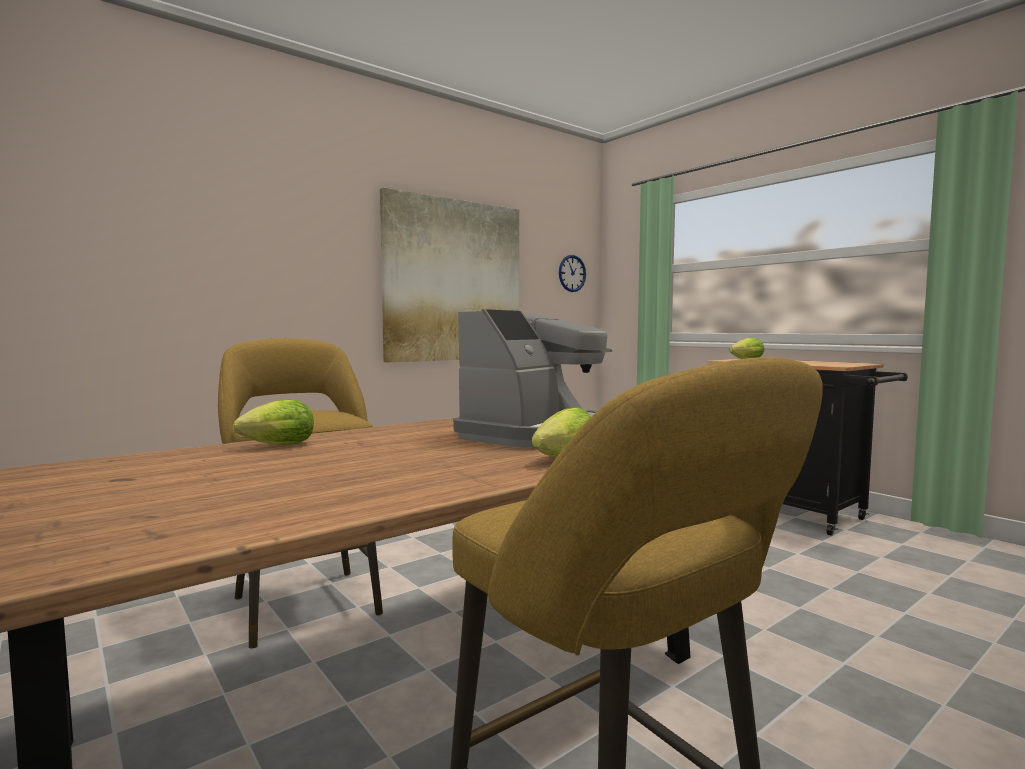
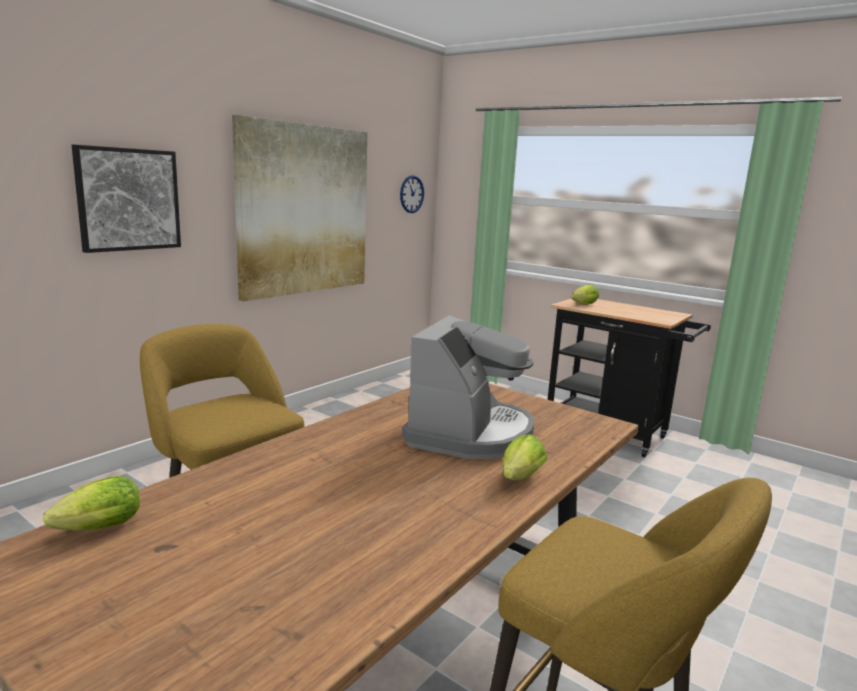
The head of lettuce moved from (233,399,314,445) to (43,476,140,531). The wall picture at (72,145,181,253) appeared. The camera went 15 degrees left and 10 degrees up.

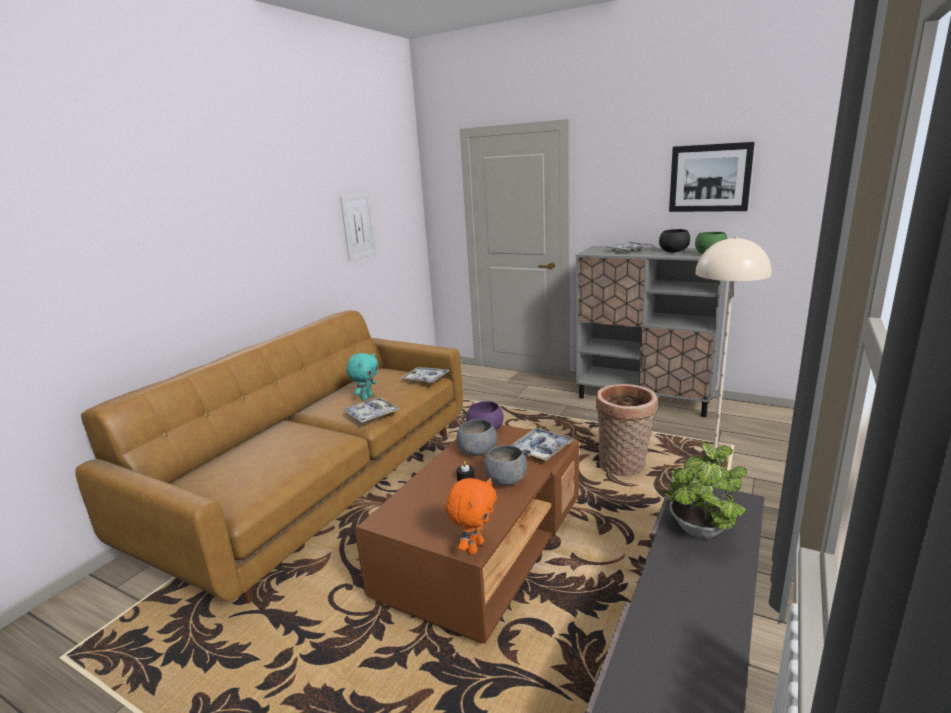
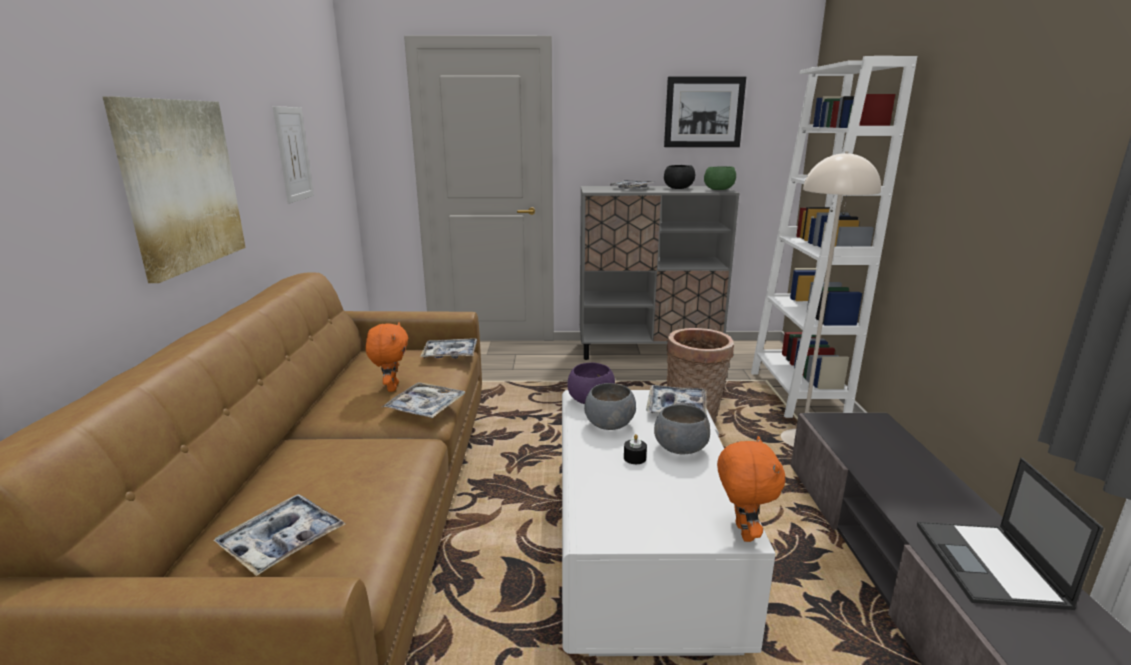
The cuddly toy in blue-green at (346,353,379,401) became the cuddly toy in orangey at (366,322,408,392). The lounge table in brown-coloured at (355,425,579,644) became the lounge table in white-coloured at (562,390,776,656). The potted plant at (660,442,747,539) disappeared. The shelving unit in white-coloured at (751,56,917,418) appeared. The wall picture at (103,97,246,283) appeared. The laptop at (917,458,1104,610) appeared. The serving tray at (213,494,345,576) appeared. The camera went 30 degrees left and 0 degrees up.

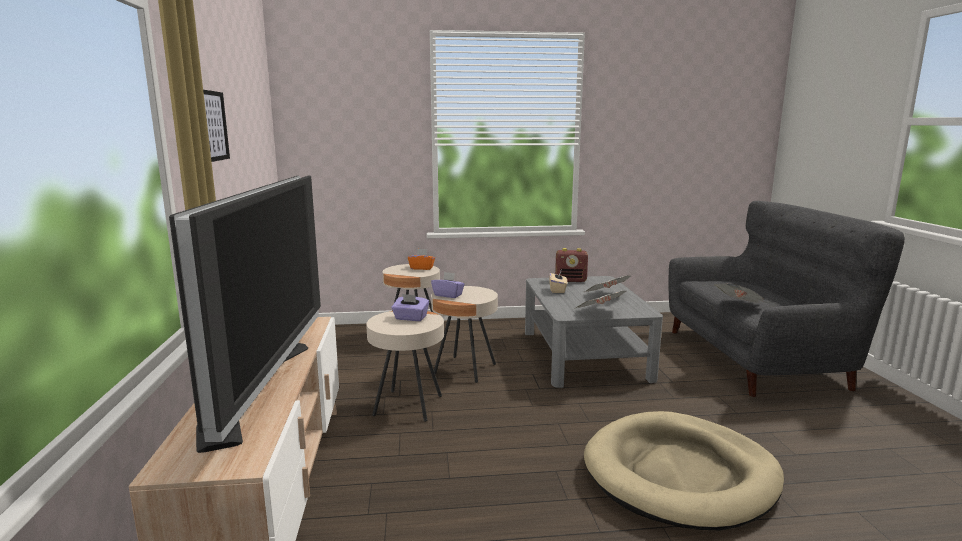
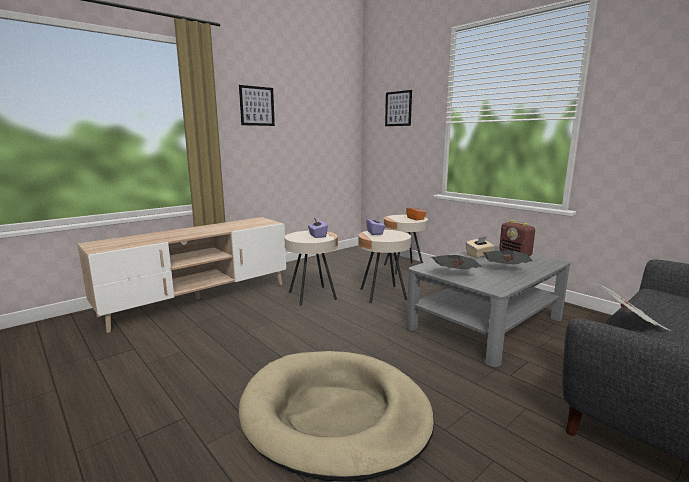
The TV set at (169,176,321,453) disappeared. The wall picture at (385,90,412,126) appeared. The camera went 55 degrees right and 0 degrees up.

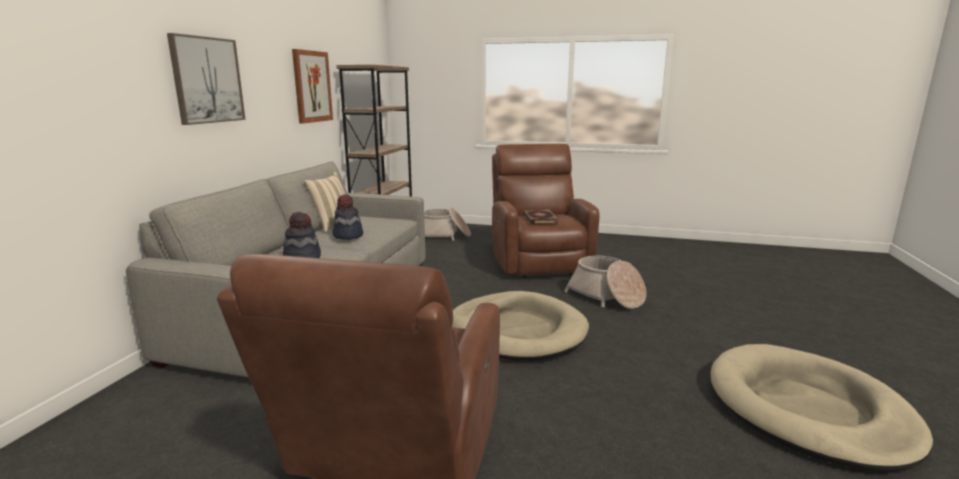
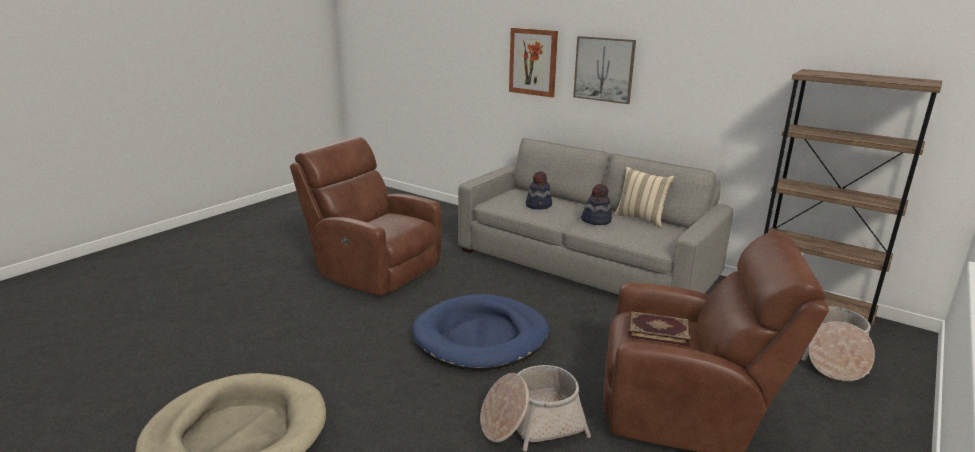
The wall picture moved from (292,49,333,124) to (509,28,558,98). The dog bed in beige-coloured at (452,291,589,360) became the dog bed in blue at (412,294,549,370). The camera went 110 degrees right and 5 degrees up.

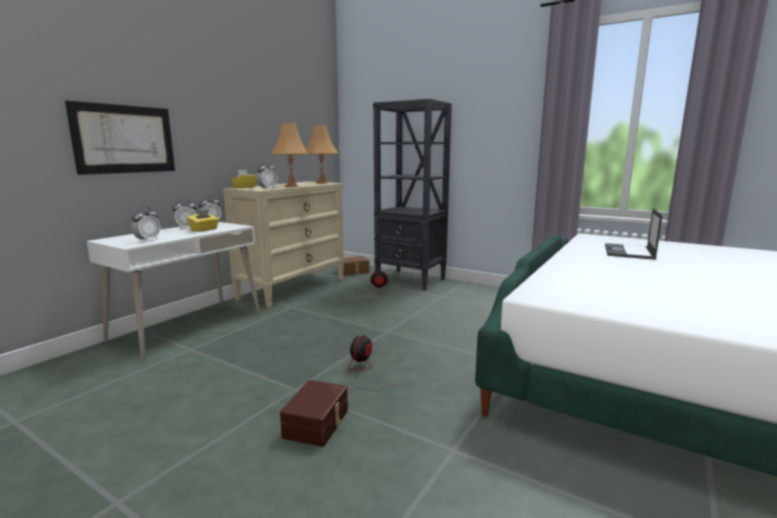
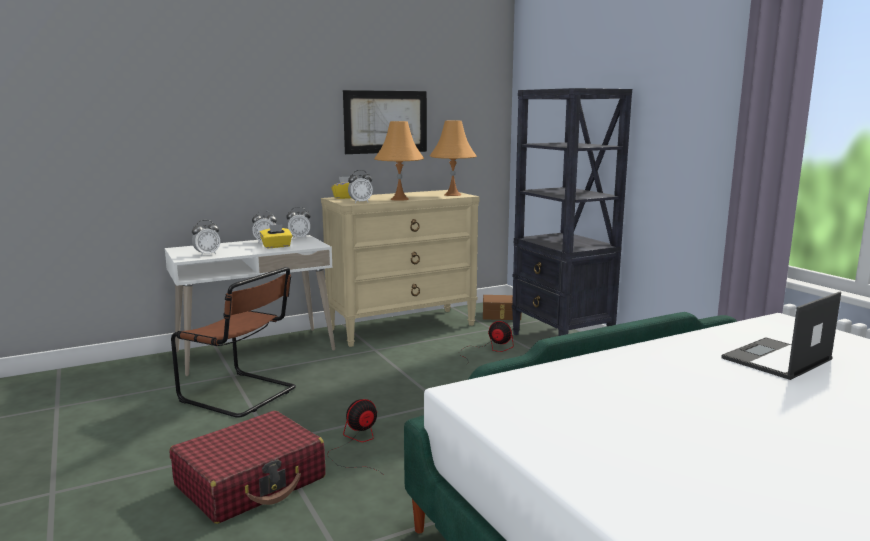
The wall picture moved from (65,100,175,175) to (343,90,427,154). The storage box in brown-coloured at (280,380,348,447) was replaced by the travel case in red-coloured at (170,411,326,524). The chair in brown-coloured at (171,267,296,418) appeared. The camera went 30 degrees right and 0 degrees up.

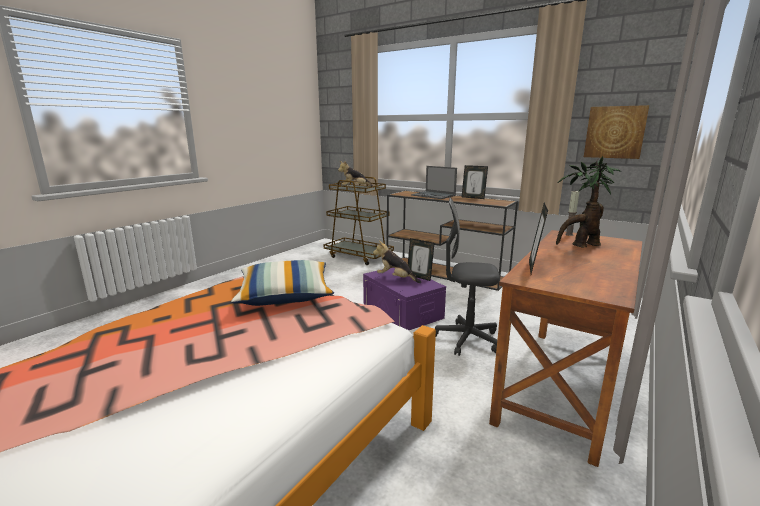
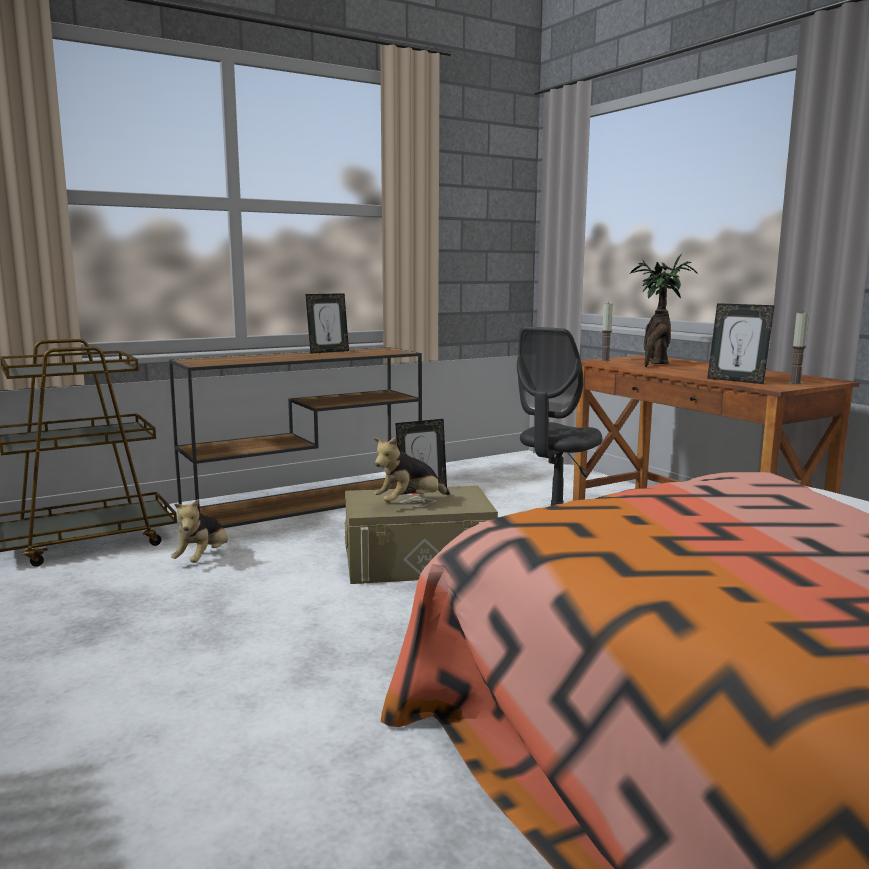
The wall picture at (584,105,649,159) disappeared. The cuddly toy moved from (338,161,374,188) to (171,499,227,563). The laptop at (411,166,457,199) disappeared. The pillow at (231,260,334,306) disappeared. The storage box in purple-coloured at (363,268,446,330) became the storage box in beige-coloured at (344,486,498,584). The candle at (789,312,809,384) appeared. The camera went 65 degrees left and 5 degrees down.

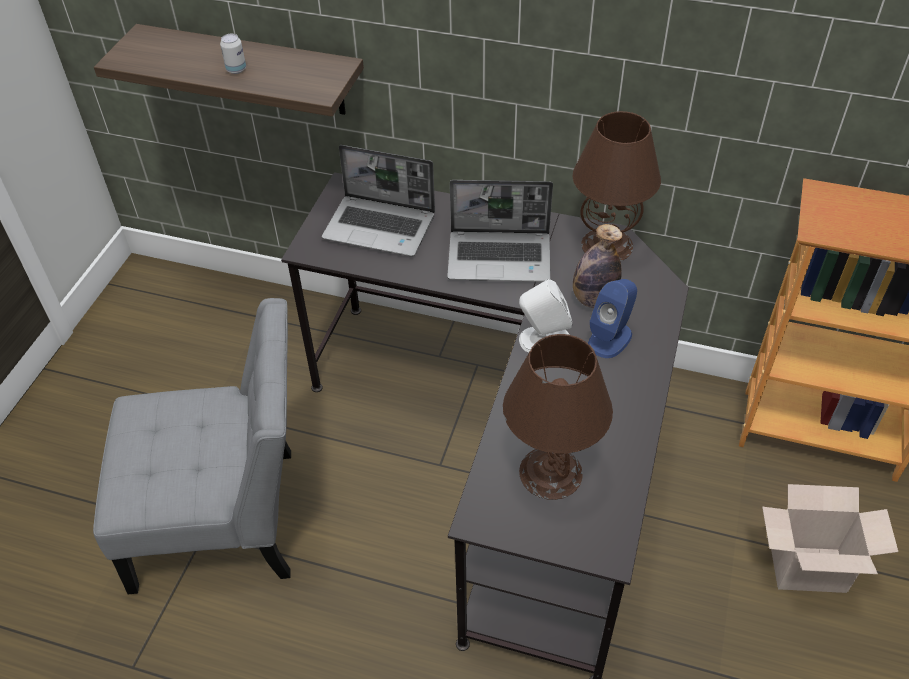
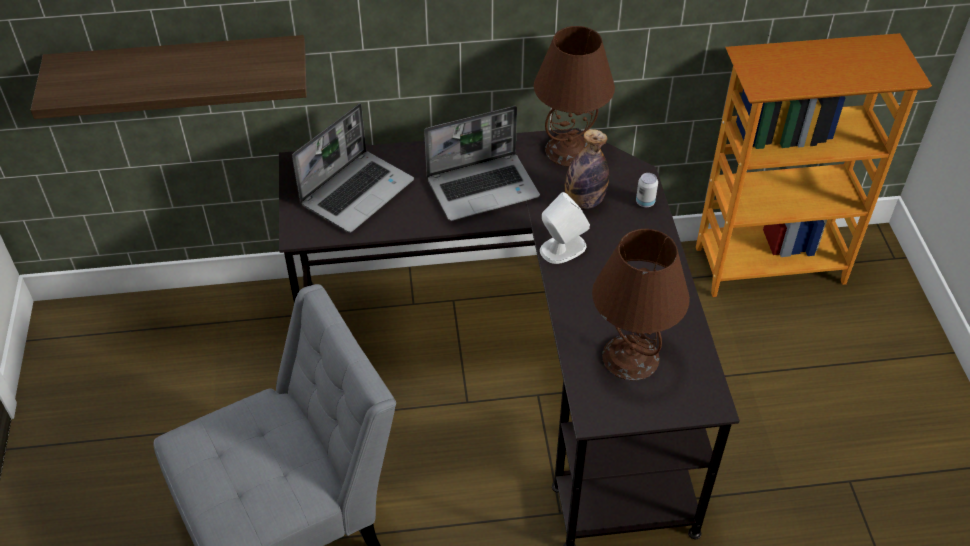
The metal can moved from (220,34,246,74) to (636,173,658,207). The laptop at (322,145,435,257) turned 45 degrees counterclockwise. The audio speaker in blue at (588,279,637,358) disappeared. The carton at (762,484,898,593) disappeared. The camera went 25 degrees left and 0 degrees up.

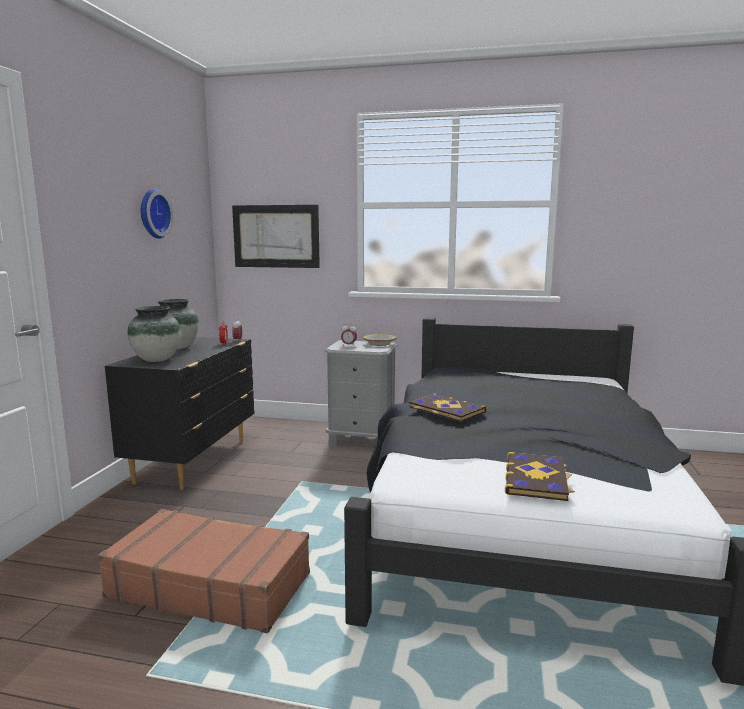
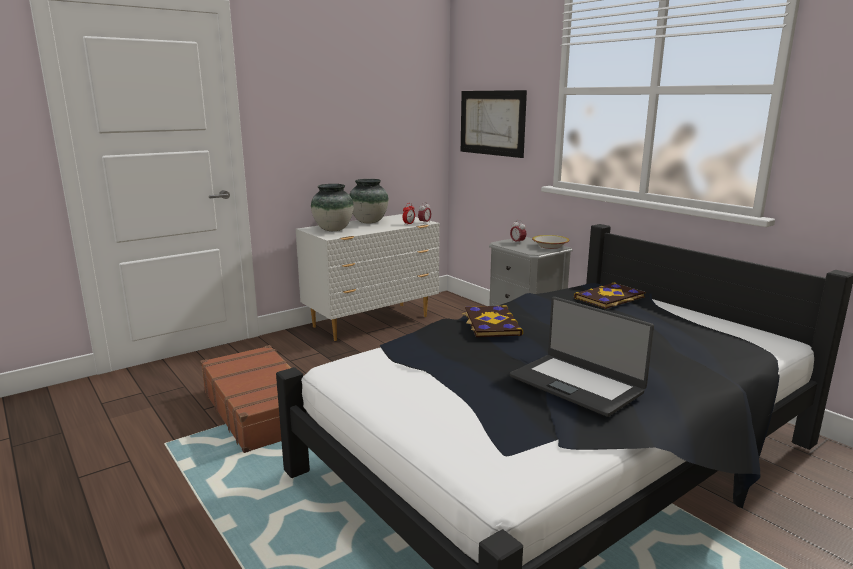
The hanging clock at (141,189,174,239) disappeared. The dresser in black at (105,337,255,490) became the dresser in white-coloured at (296,214,440,341). The book moved from (505,452,575,501) to (574,283,645,309). The laptop at (510,297,654,417) appeared. The camera went 40 degrees right and 5 degrees up.

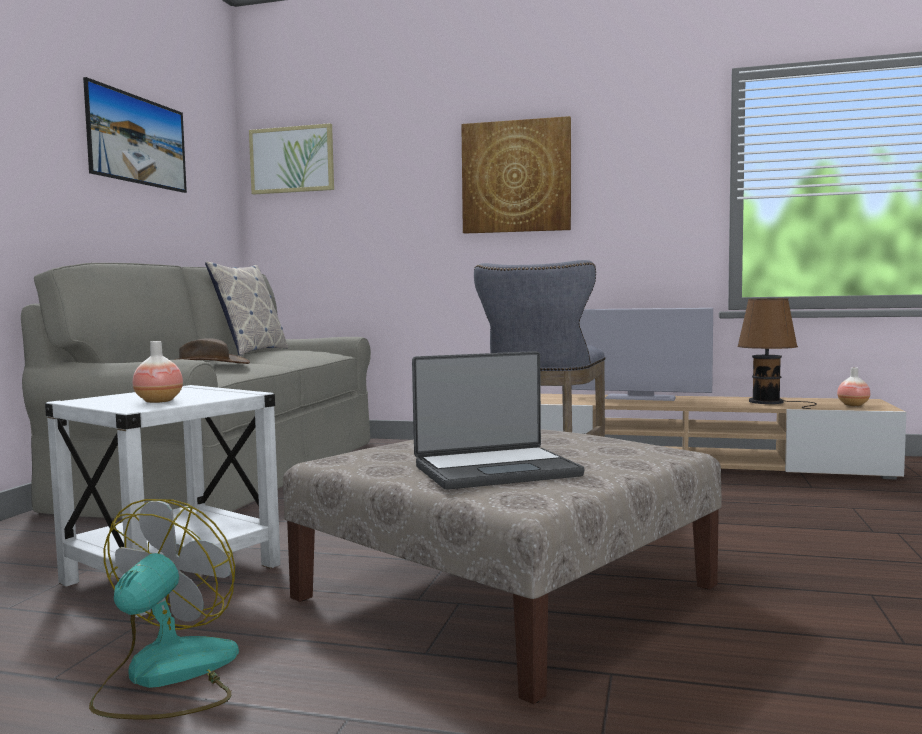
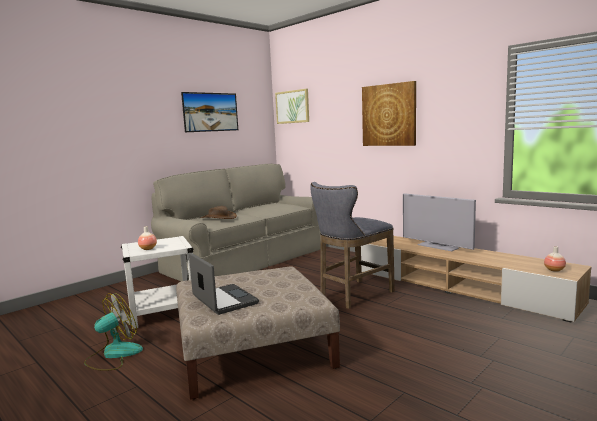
The pillow at (205,262,288,356) disappeared. The table lamp in brown-coloured at (737,298,817,409) disappeared. The laptop at (412,351,584,490) turned 135 degrees counterclockwise. The camera went 30 degrees right and 5 degrees up.

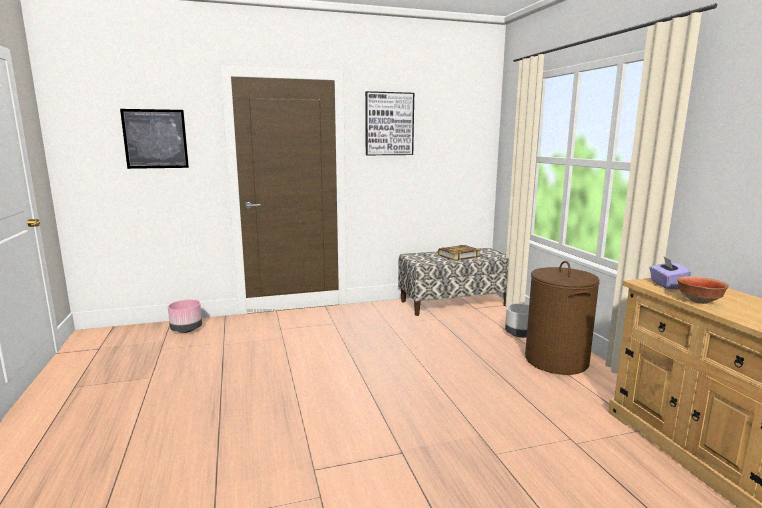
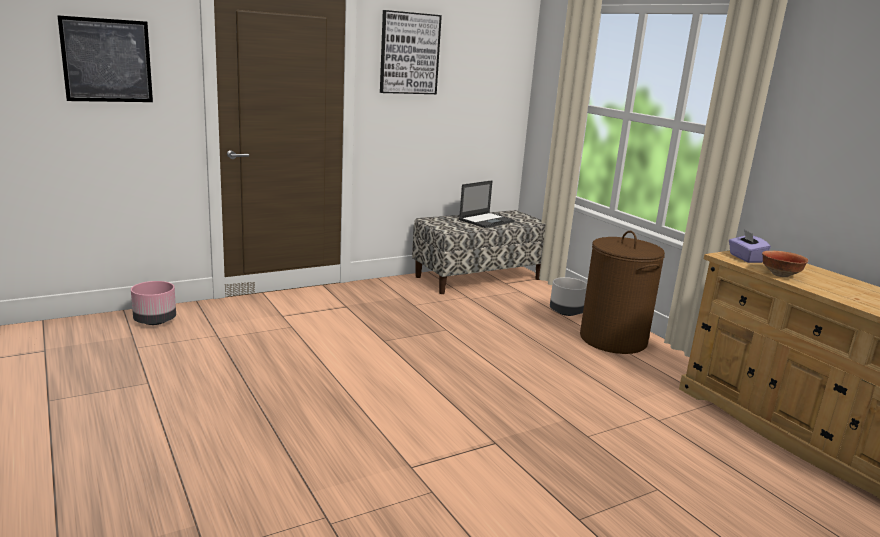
The book at (438,245,481,261) was replaced by the laptop at (459,180,514,228). The camera went 15 degrees left and 5 degrees up.

